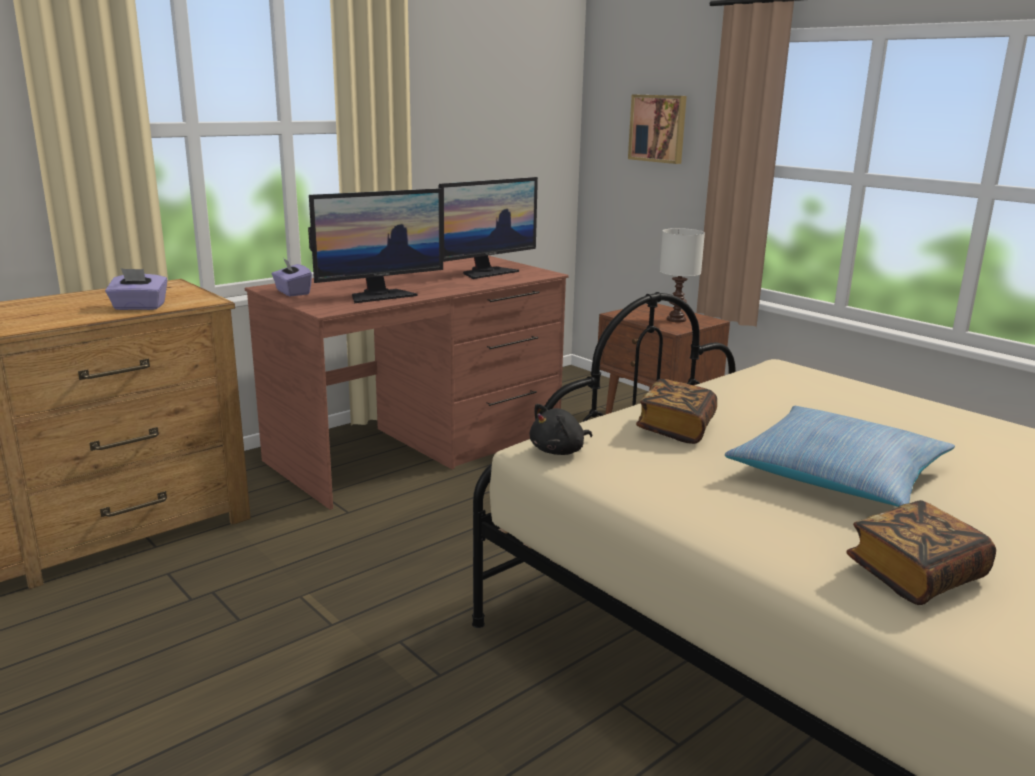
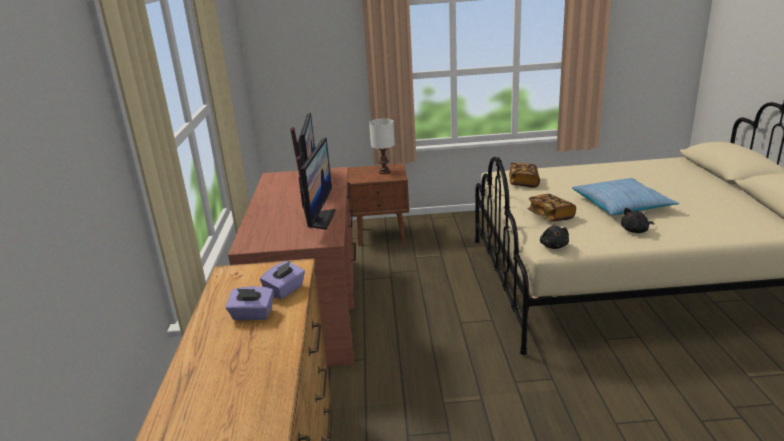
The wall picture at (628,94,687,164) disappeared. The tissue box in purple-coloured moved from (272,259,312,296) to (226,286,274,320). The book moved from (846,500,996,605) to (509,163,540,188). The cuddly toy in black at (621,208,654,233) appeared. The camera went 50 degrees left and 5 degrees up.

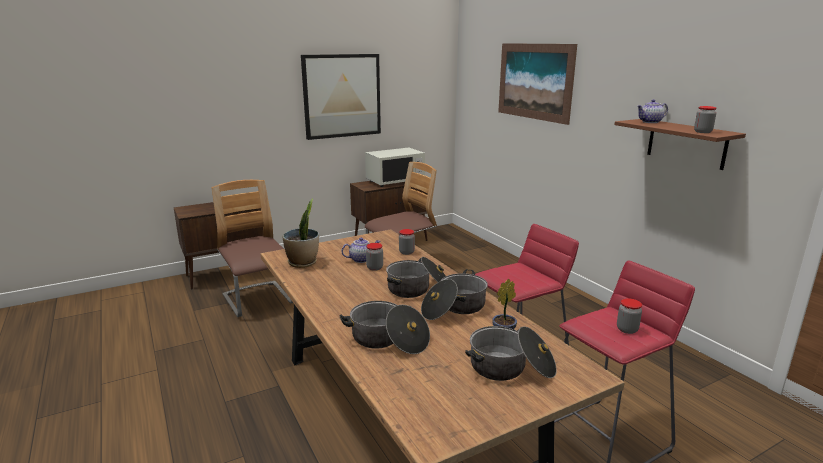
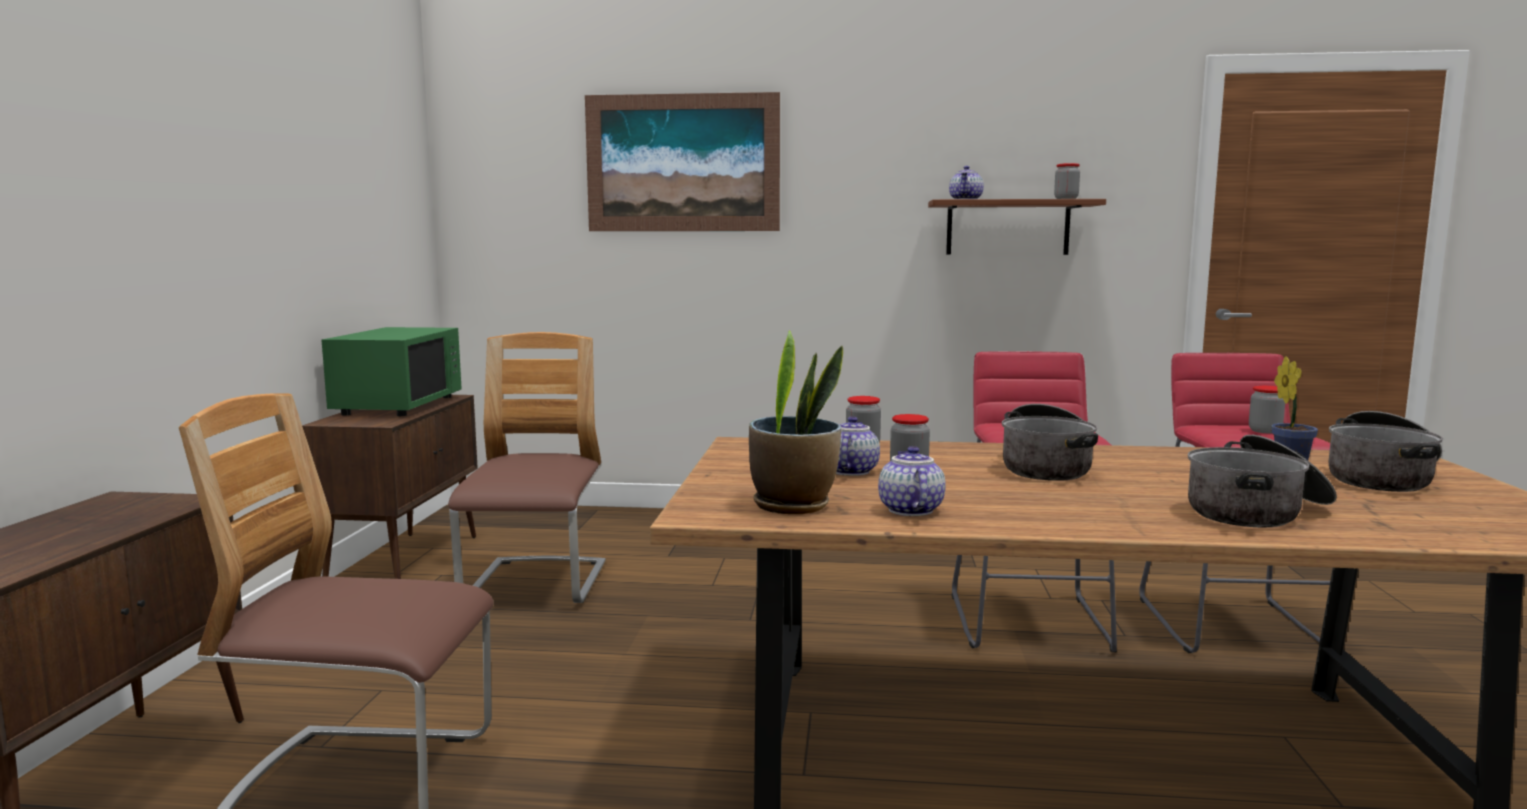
The wall picture at (301,54,381,140) disappeared. The kitchen microwave in white-coloured at (365,148,425,187) became the kitchen microwave in green-coloured at (322,327,462,416). The saucepot at (421,269,488,320) disappeared. The pot for tea at (878,446,946,516) appeared. The camera went 55 degrees left and 10 degrees down.

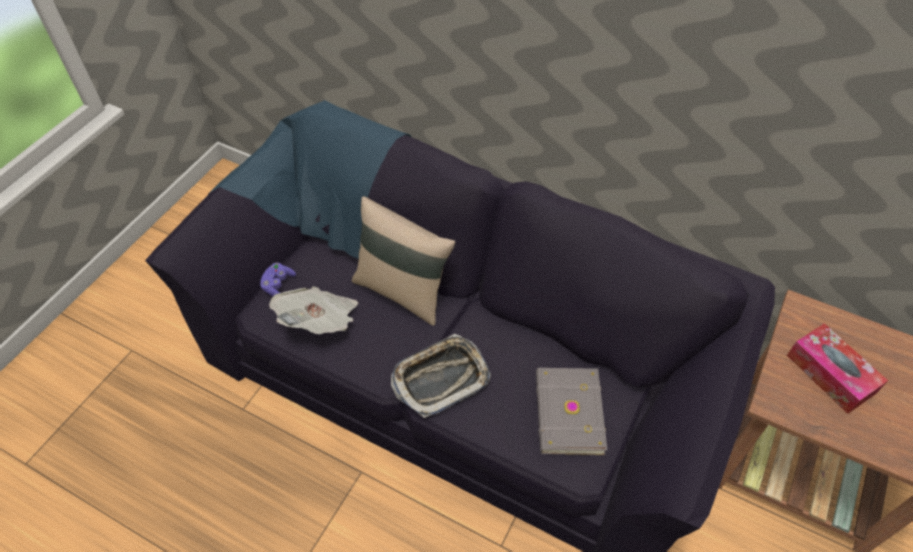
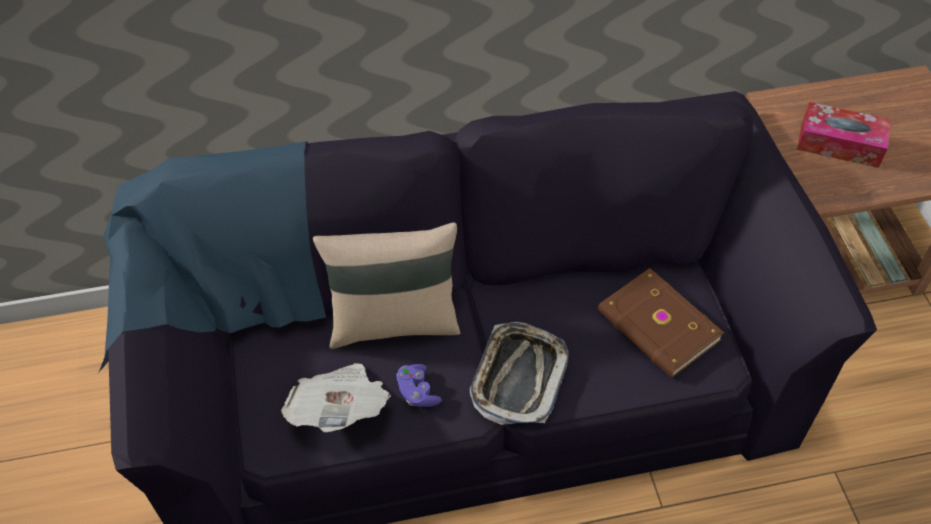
The joypad in purple-coloured moved from (260,263,296,297) to (397,364,442,407). The book in gray at (536,368,607,455) became the book in brown-coloured at (598,268,724,378). The camera went 40 degrees left and 0 degrees up.

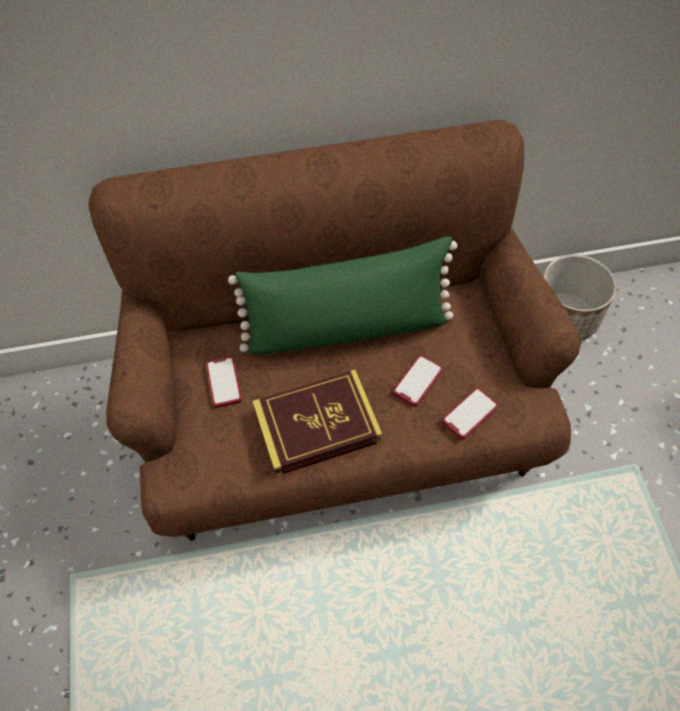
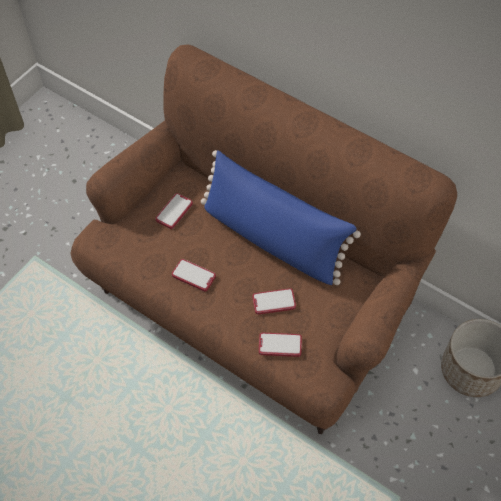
The pillow in green-coloured at (228,236,457,354) became the pillow in blue at (201,150,361,285). The book at (252,370,382,476) was replaced by the handset at (172,259,216,292). The camera went 45 degrees right and 0 degrees up.

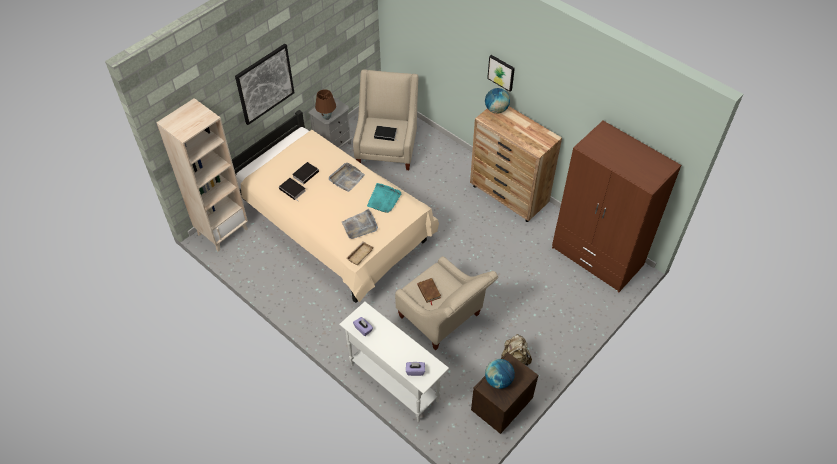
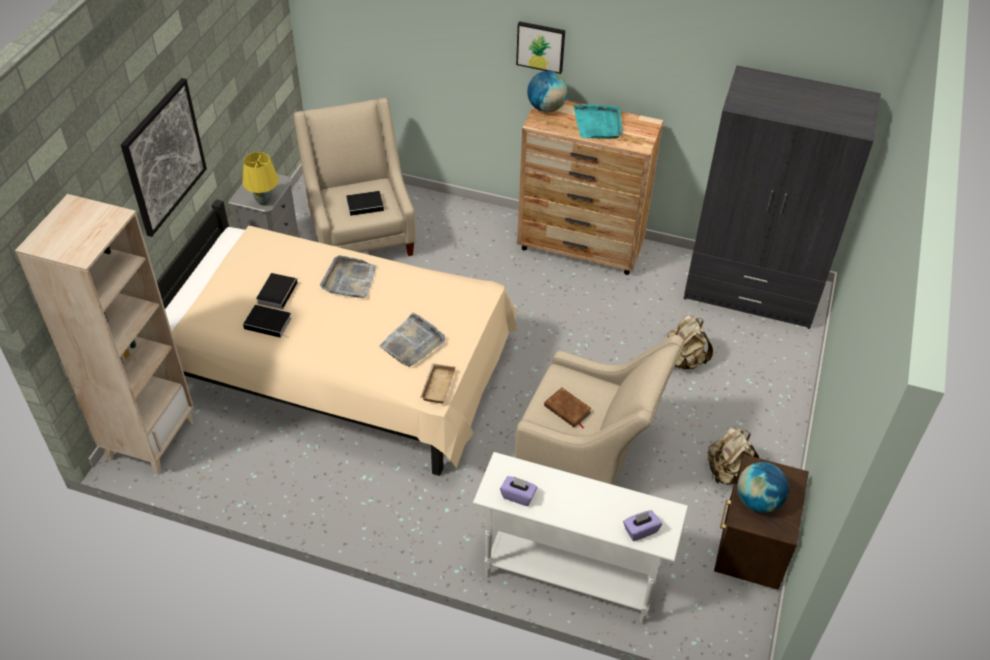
The table lamp in brown-coloured at (315,90,336,120) became the table lamp in yellow-coloured at (243,152,279,206). The wardrobe in brown-coloured at (552,121,681,292) became the wardrobe in gray at (684,65,881,329). The serving tray in blue-green moved from (367,183,401,213) to (574,104,623,139). The backpack in beige-coloured at (668,315,713,369) appeared. The camera went 25 degrees left and 5 degrees down.

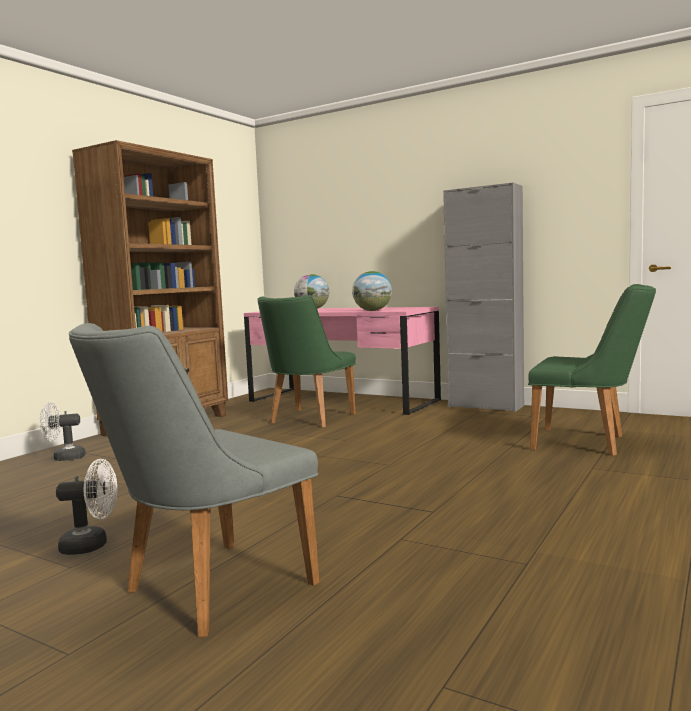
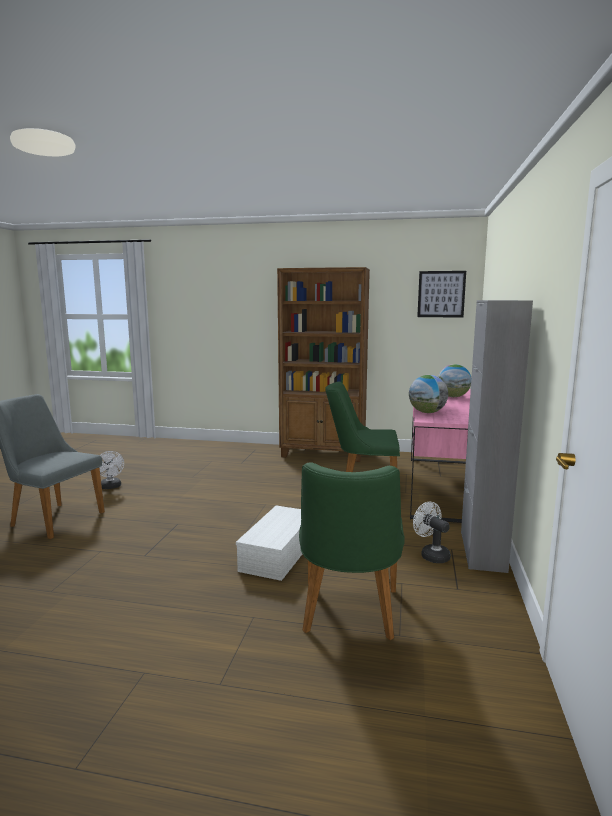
The fan in white-coloured moved from (40,402,86,461) to (413,502,451,563). The wall picture at (417,271,466,318) appeared. The storage box in white-coloured at (236,506,302,581) appeared. The camera went 70 degrees right and 5 degrees up.

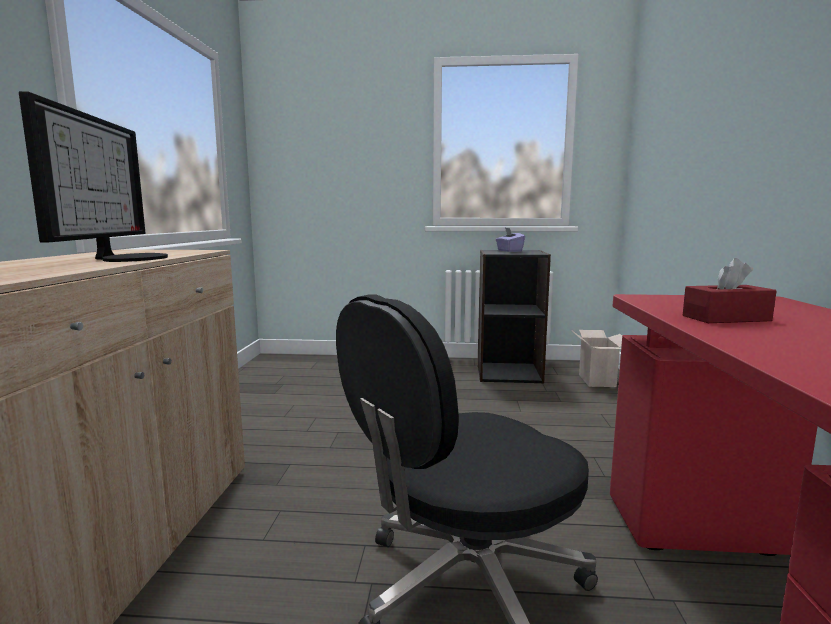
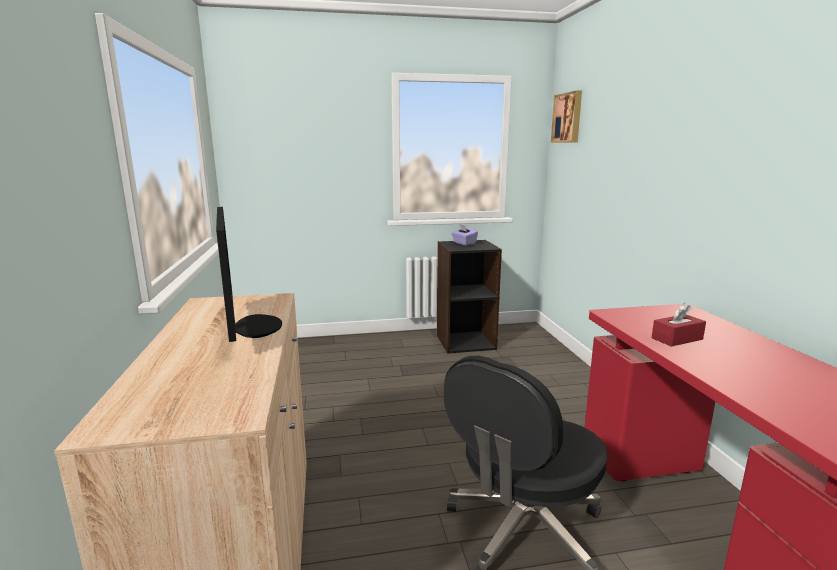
The carton at (571,330,622,387) disappeared. The wall picture at (551,90,582,143) appeared. The camera went 15 degrees left and 5 degrees up.

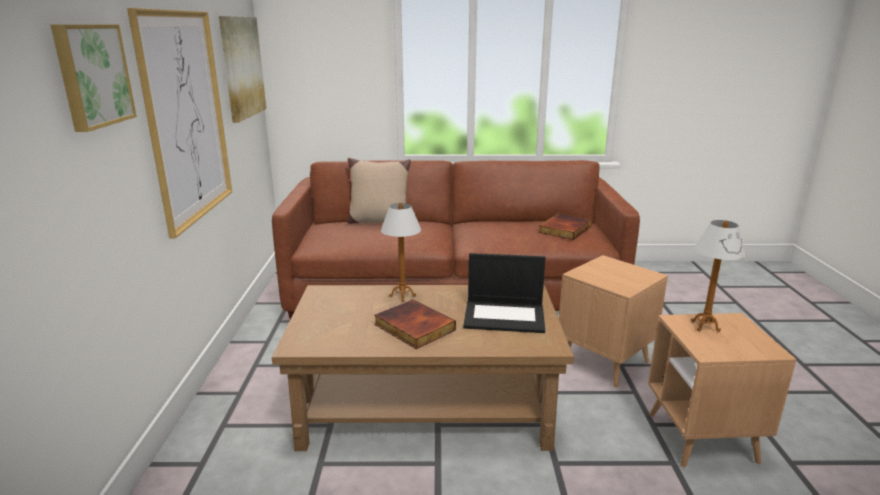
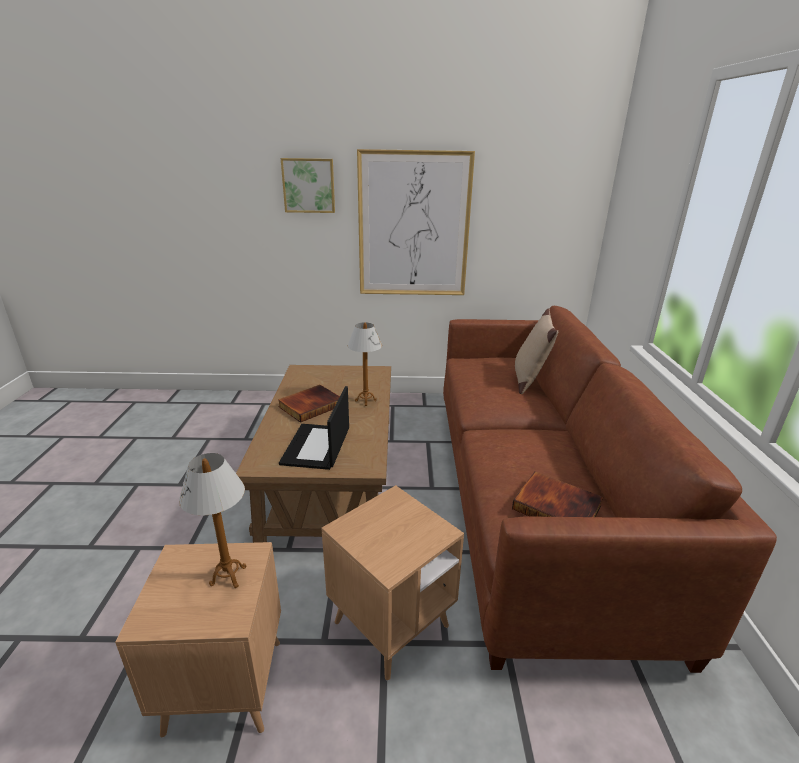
The wall picture at (219,16,266,123) disappeared. The camera went 90 degrees right and 5 degrees up.

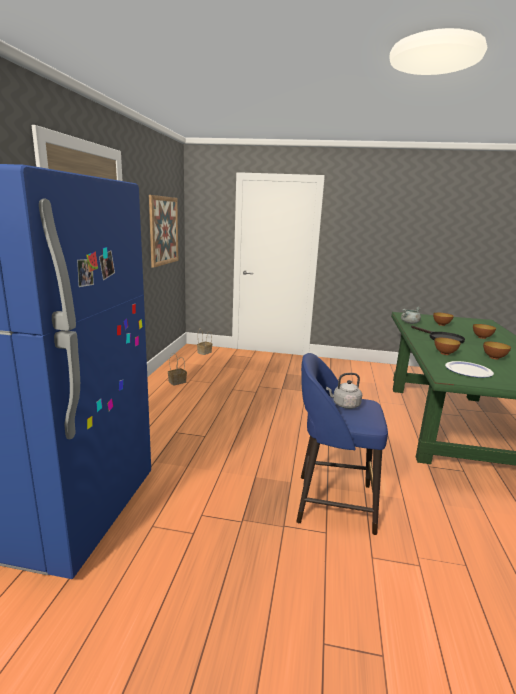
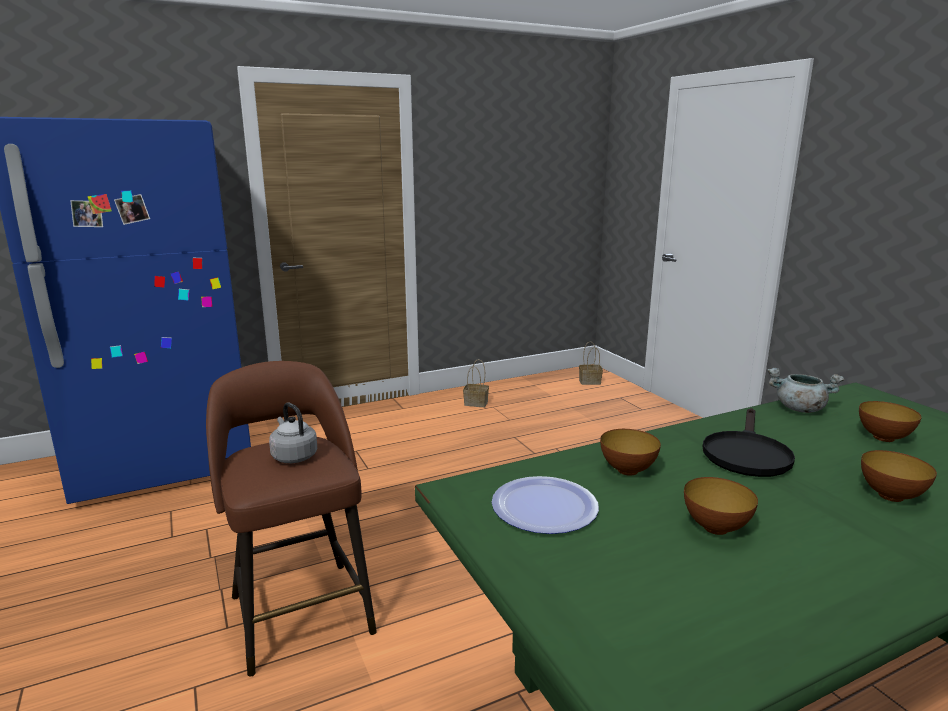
The wall picture at (149,195,178,268) disappeared. The stool seat in blue at (296,353,388,535) became the stool seat in brown-coloured at (206,361,377,676). The camera went 55 degrees right and 0 degrees up.

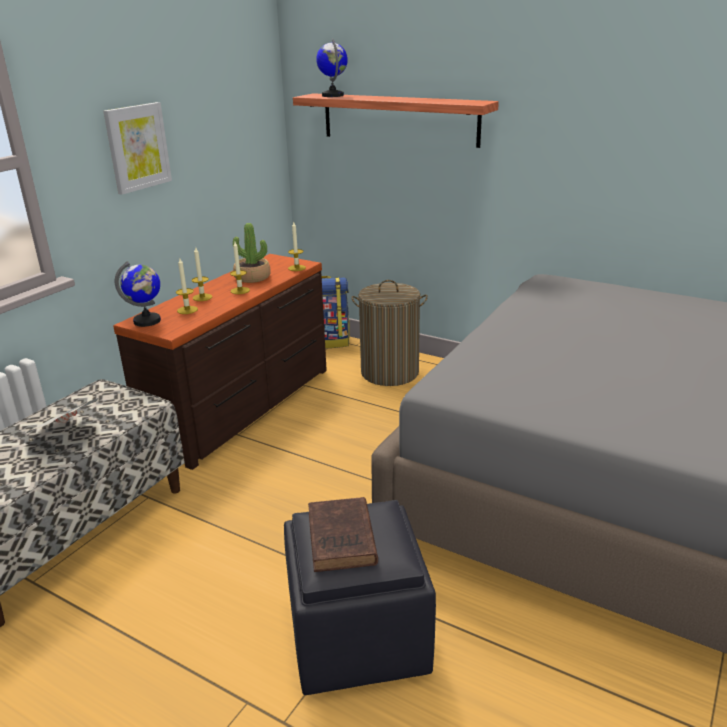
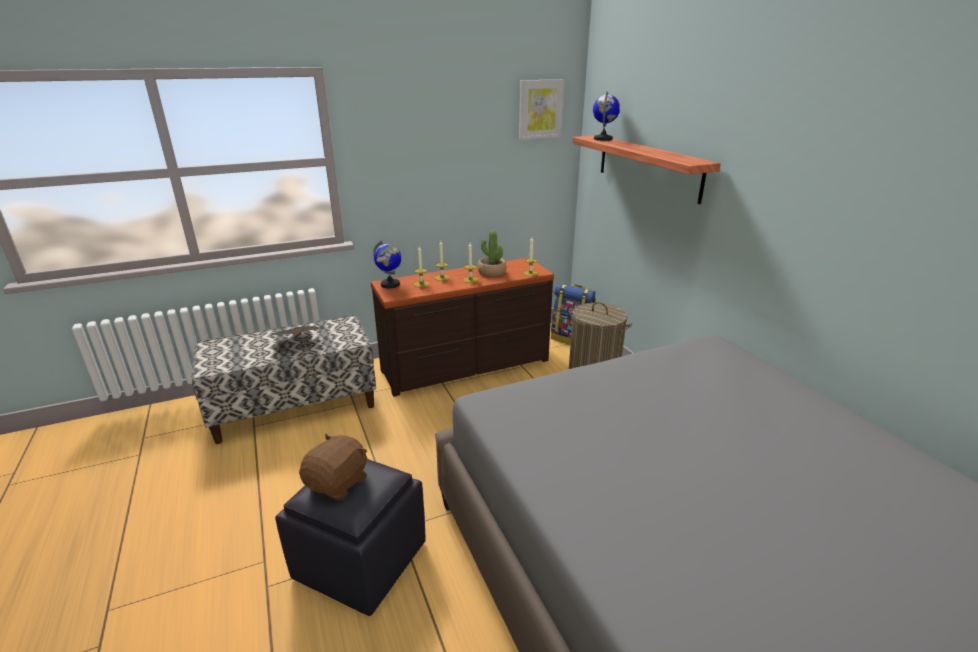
The wall picture moved from (103,102,172,195) to (519,79,565,140). The book in brown-coloured at (308,497,378,572) was replaced by the cuddly toy in brown-coloured at (299,434,367,500). The camera went 35 degrees right and 0 degrees up.

